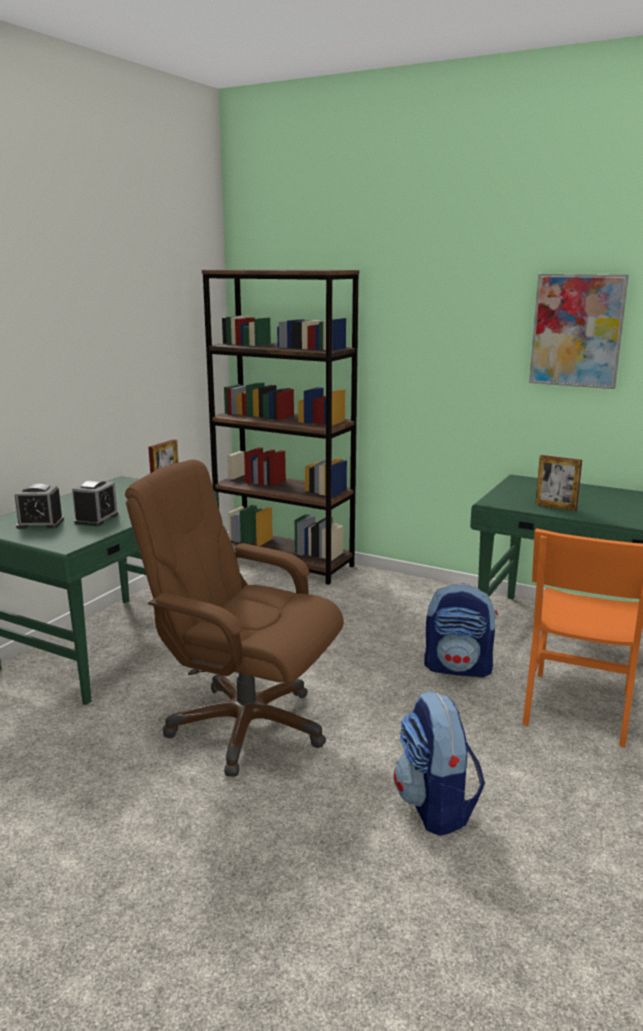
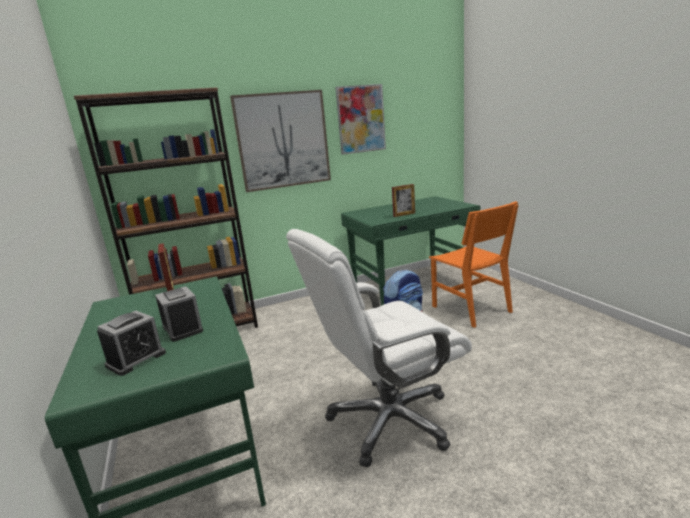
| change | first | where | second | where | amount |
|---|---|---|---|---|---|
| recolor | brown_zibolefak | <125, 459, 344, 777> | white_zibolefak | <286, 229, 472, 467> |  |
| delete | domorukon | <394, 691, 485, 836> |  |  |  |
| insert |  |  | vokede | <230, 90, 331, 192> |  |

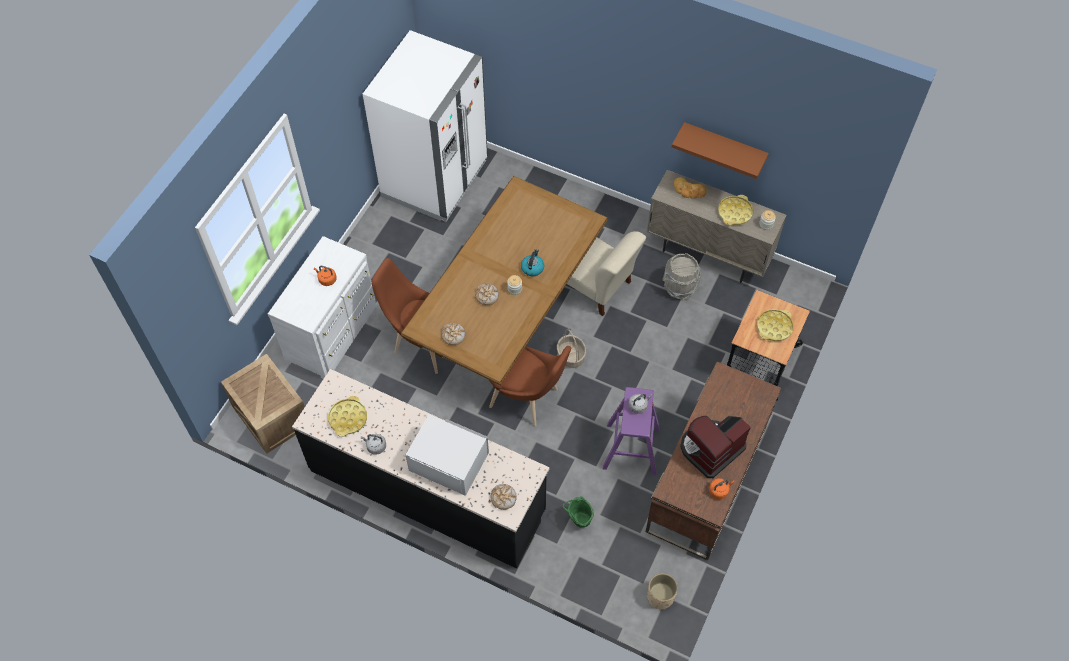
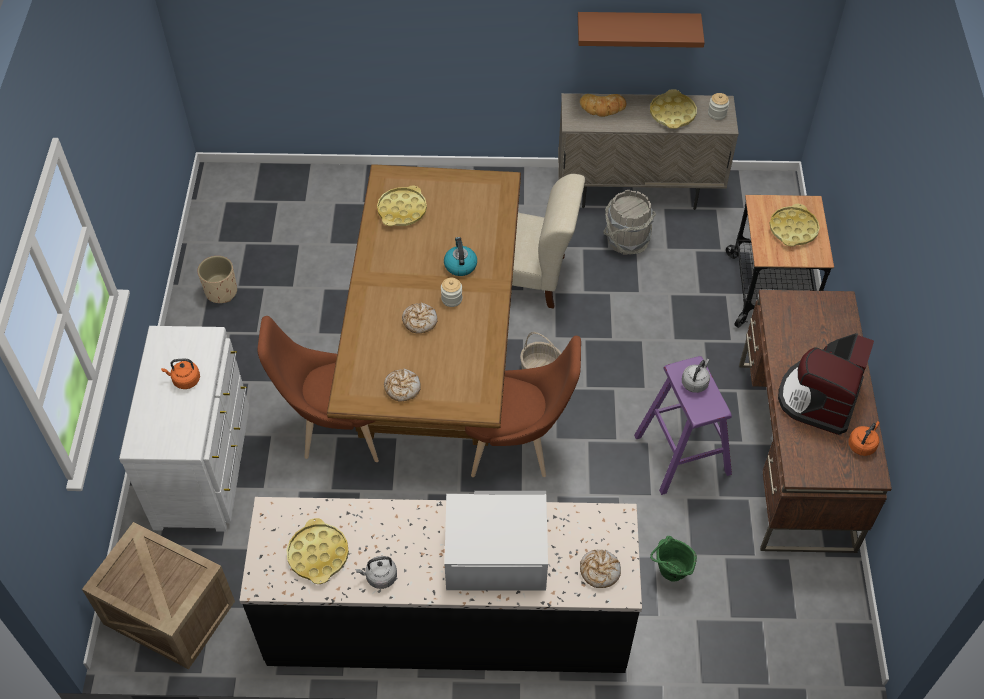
| change | first | where | second | where | amount |
|---|---|---|---|---|---|
| delete | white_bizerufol | <363, 30, 488, 222> |  |  |  |
| move | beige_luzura | <647, 573, 678, 610> |  | <198, 256, 237, 303> |  |
| insert |  |  | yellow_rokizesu | <377, 186, 427, 226> |  |

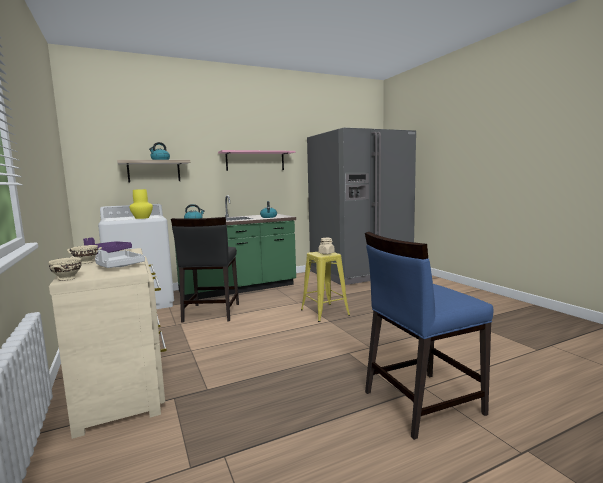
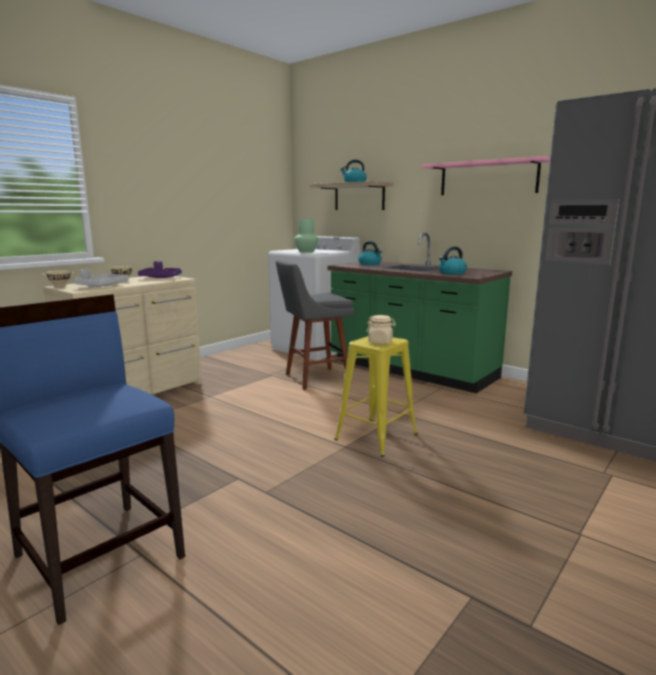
| change | first | where | second | where | amount |
|---|---|---|---|---|---|
| recolor | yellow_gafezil | <129, 189, 153, 219> | green_gafezil | <294, 219, 319, 253> |  |
| replace | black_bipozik | <171, 217, 239, 322> | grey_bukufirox | <276, 260, 355, 390> |  |

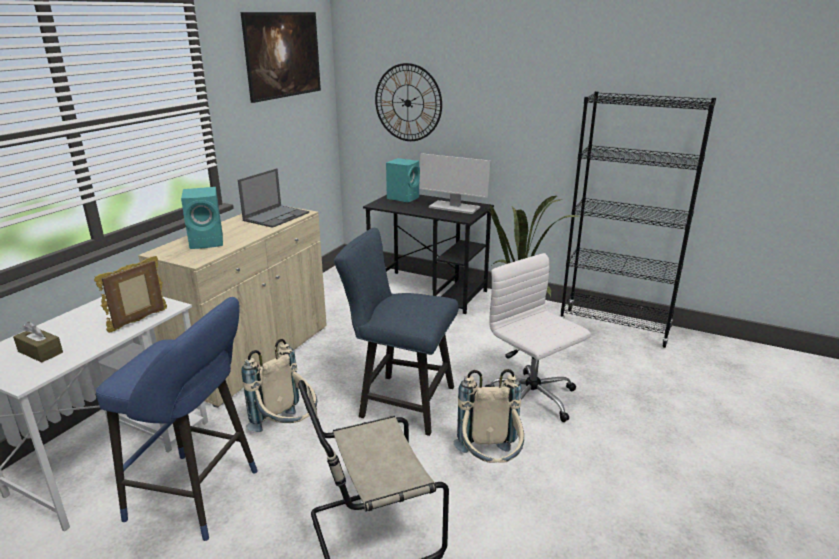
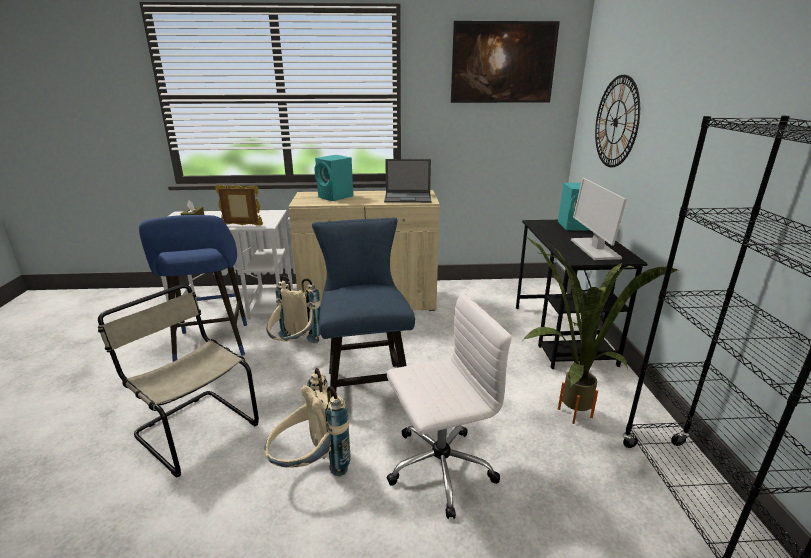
| change | first | where | second | where | amount |
|---|---|---|---|---|---|
| rotate | white_zibolefak | <485, 253, 591, 422> |  | <386, 293, 511, 519> | 45 degrees clockwise |

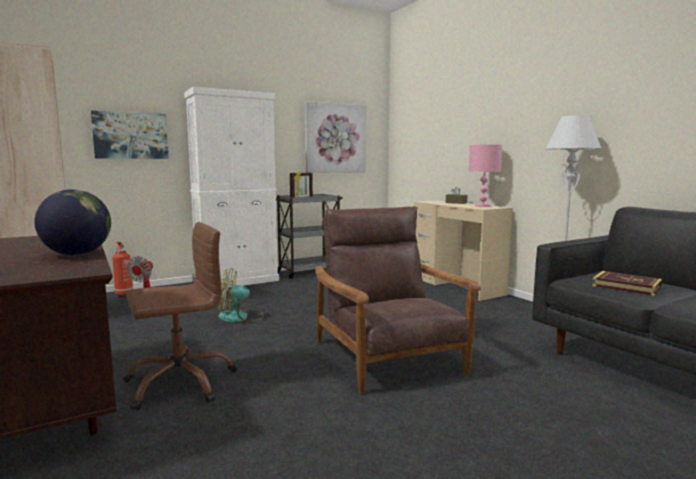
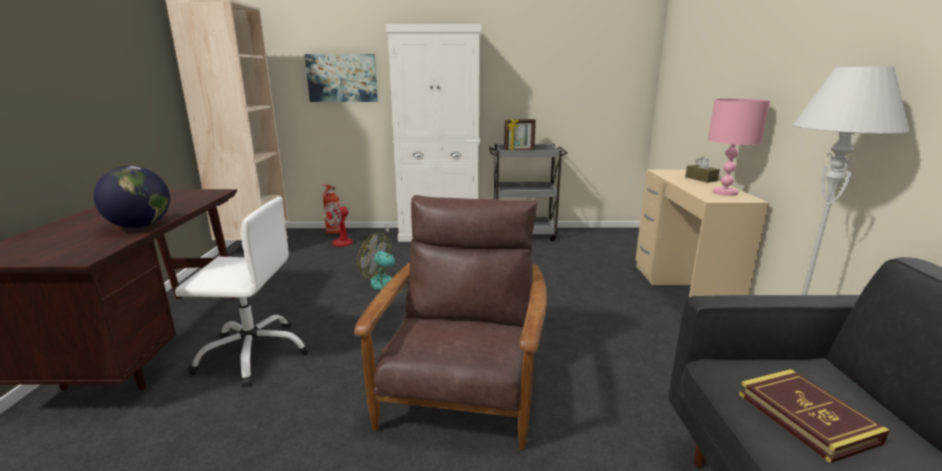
| change | first | where | second | where | amount |
|---|---|---|---|---|---|
| delete | vokede | <305, 101, 366, 173> |  |  |  |
| recolor | brown_zibolefak | <123, 222, 237, 411> | white_zibolefak | <175, 197, 310, 387> |  |

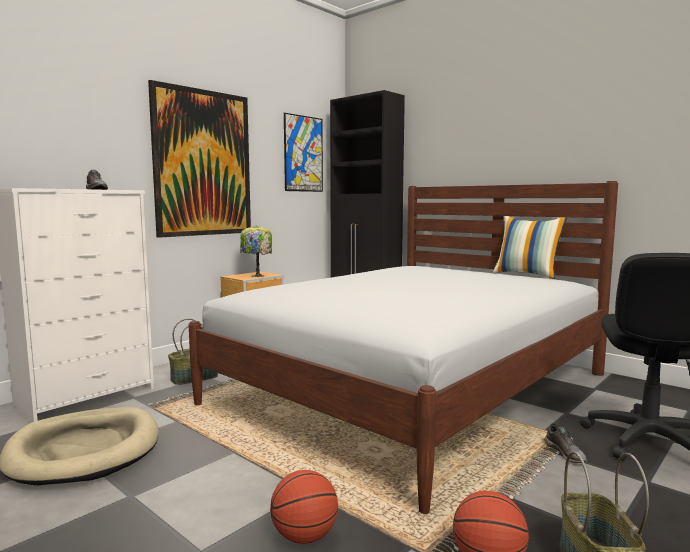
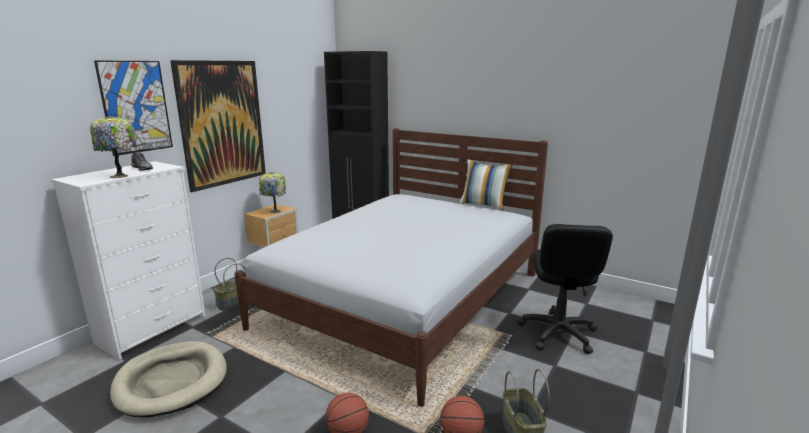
| change | first | where | second | where | amount |
|---|---|---|---|---|---|
| move | vokede | <284, 113, 323, 192> |  | <94, 61, 173, 156> |  |
| delete | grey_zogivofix | <545, 423, 587, 463> |  |  |  |
| insert |  |  | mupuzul | <90, 116, 137, 178> |  |

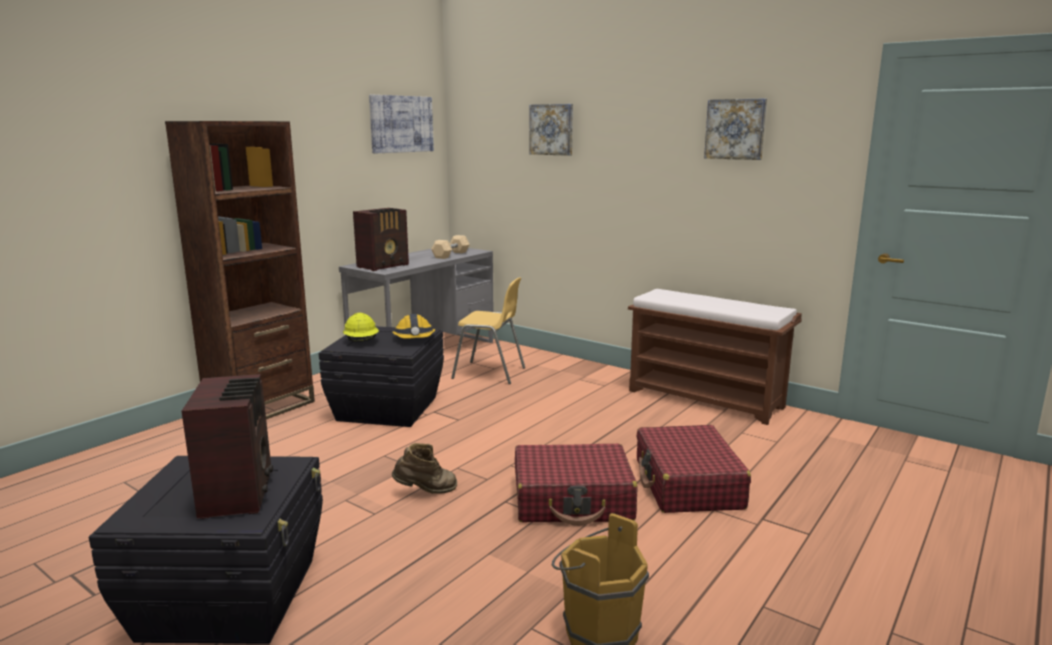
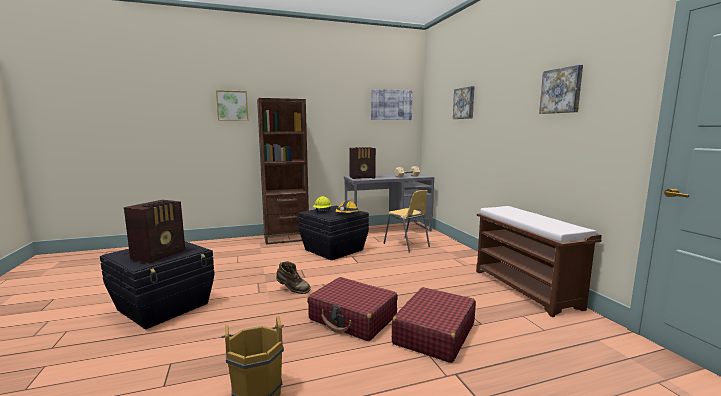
| change | first | where | second | where | amount |
|---|---|---|---|---|---|
| insert |  |  | vokede | <216, 90, 248, 121> |  |

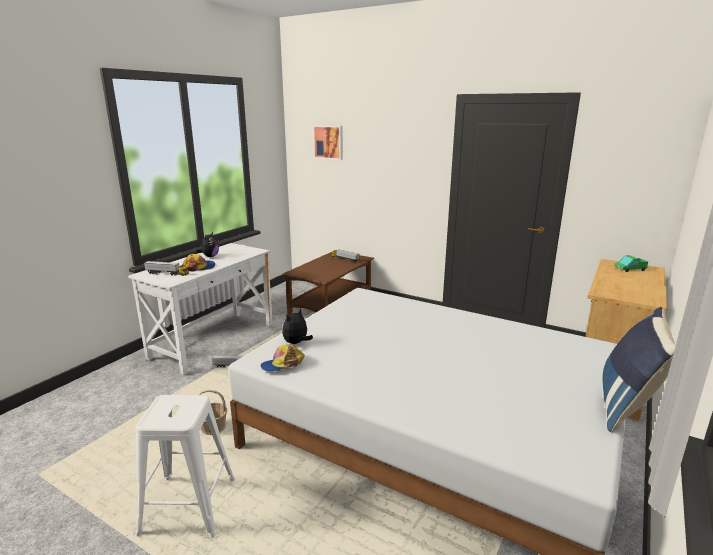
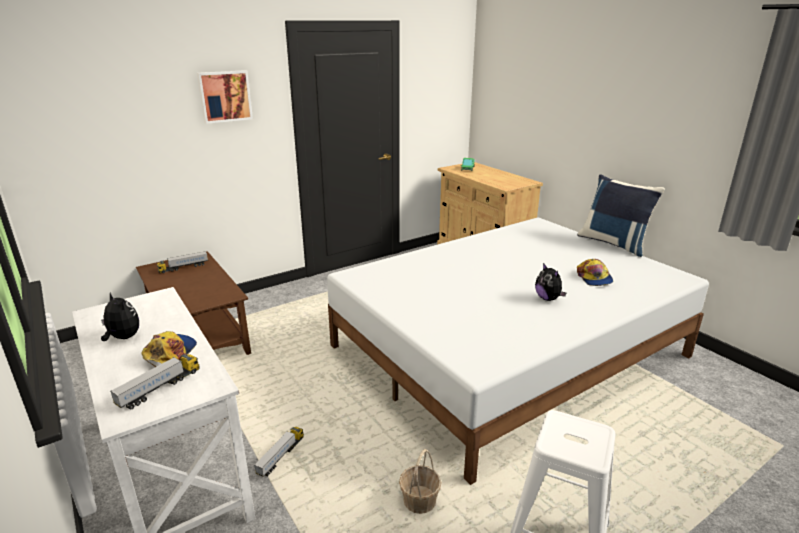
| change | first | where | second | where | amount |
|---|---|---|---|---|---|
| move | vokede | <313, 125, 343, 160> |  | <197, 70, 253, 124> |  |
| move | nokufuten | <282, 308, 313, 344> |  | <535, 263, 566, 301> |  |
| move | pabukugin | <261, 344, 305, 372> |  | <577, 259, 613, 286> |  |

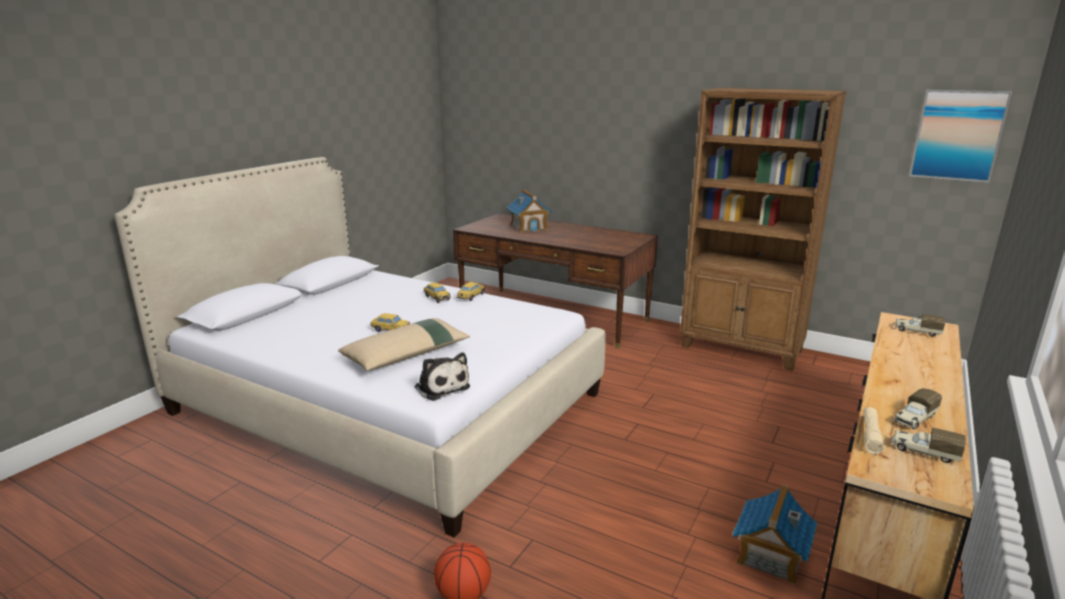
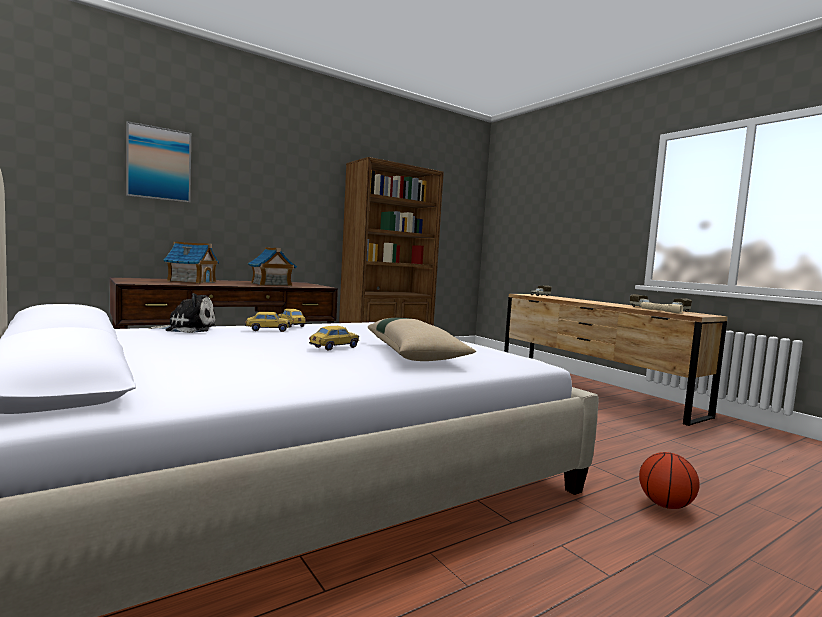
| change | first | where | second | where | amount |
|---|---|---|---|---|---|
| move | vokede | <909, 90, 1012, 183> |  | <126, 121, 191, 203> |  |
| move | nokufuten | <415, 352, 470, 401> |  | <149, 293, 216, 333> |  |
| move | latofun | <732, 484, 817, 585> |  | <248, 247, 297, 286> |  |

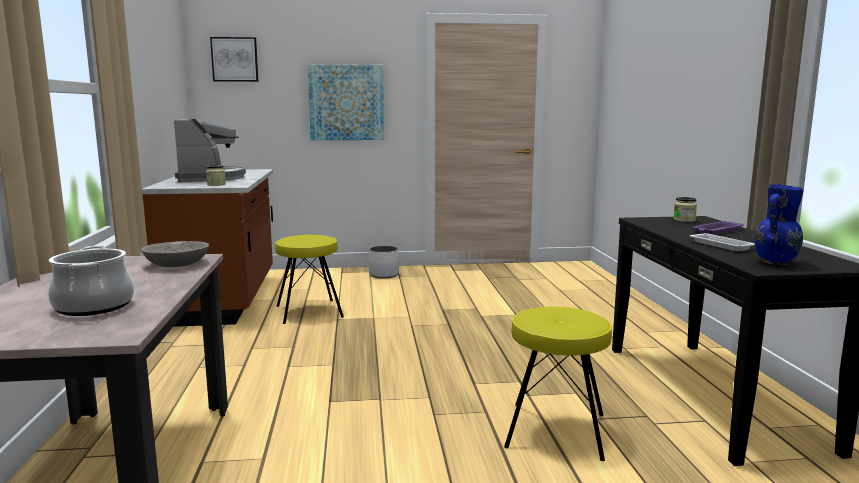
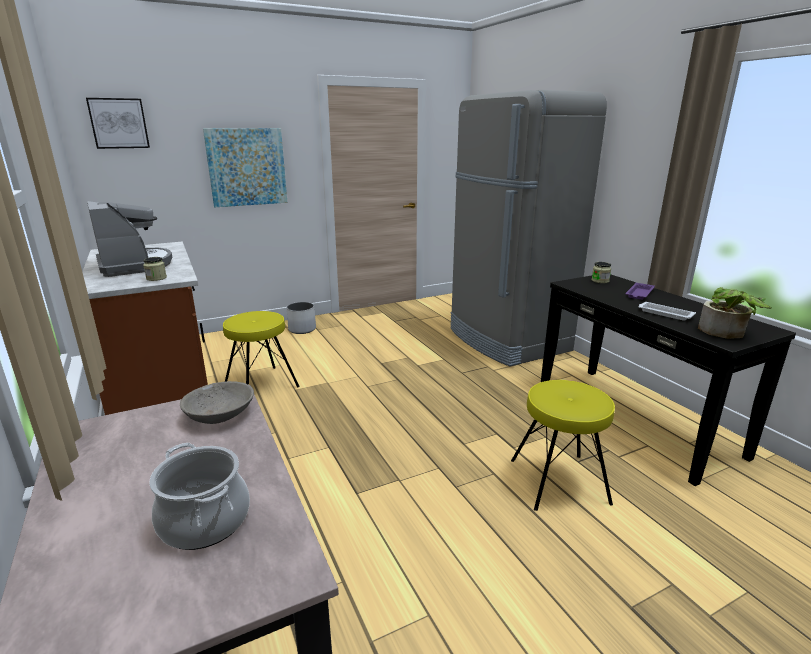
| change | first | where | second | where | amount |
|---|---|---|---|---|---|
| replace | blue_gafezil | <754, 184, 804, 265> | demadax | <698, 287, 772, 339> |  |
| insert |  |  | grey_bizerufol | <450, 90, 607, 366> |  |

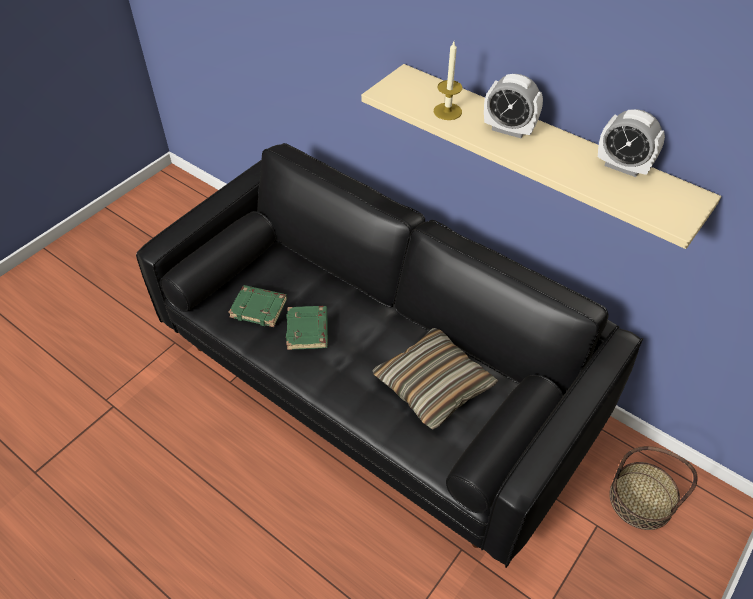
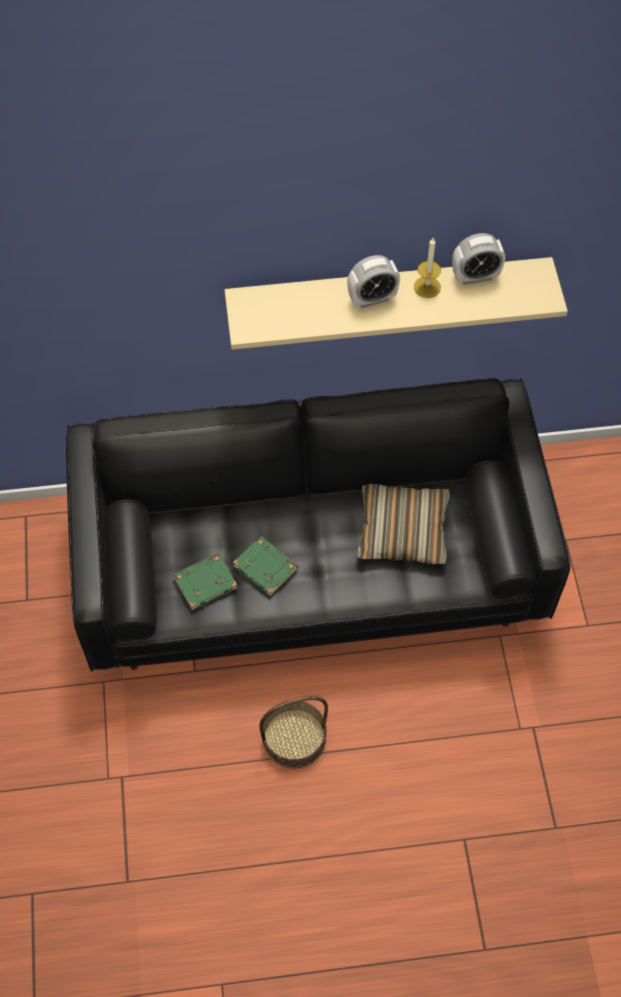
| change | first | where | second | where | amount |
|---|---|---|---|---|---|
| move | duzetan | <434, 42, 462, 120> |  | <414, 238, 441, 298> |  |
| move | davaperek | <609, 446, 698, 530> |  | <259, 696, 328, 769> |  |

